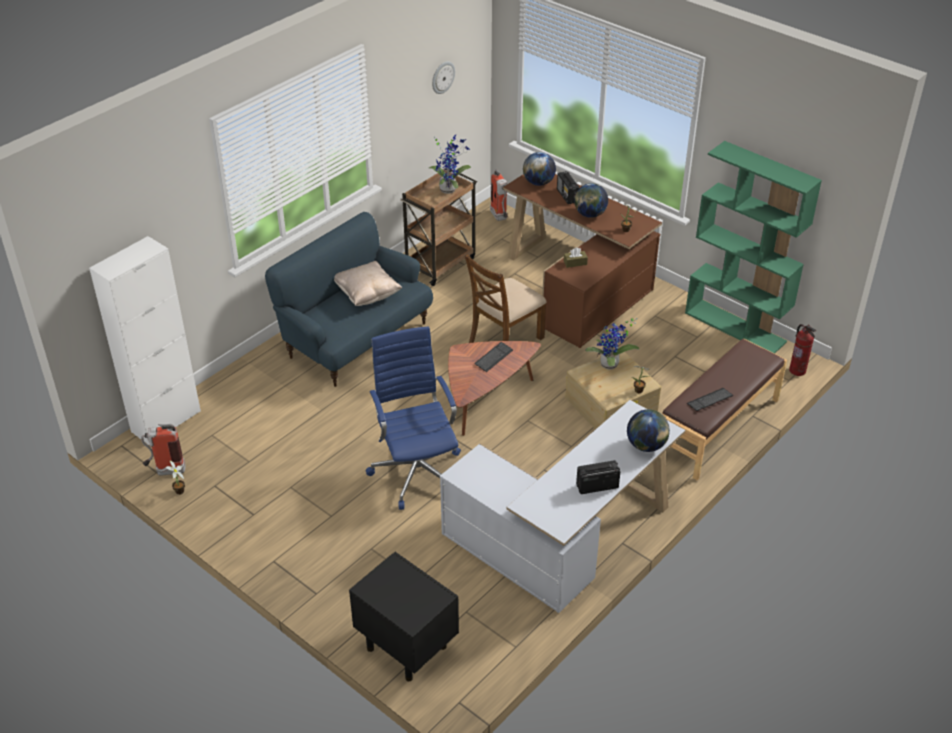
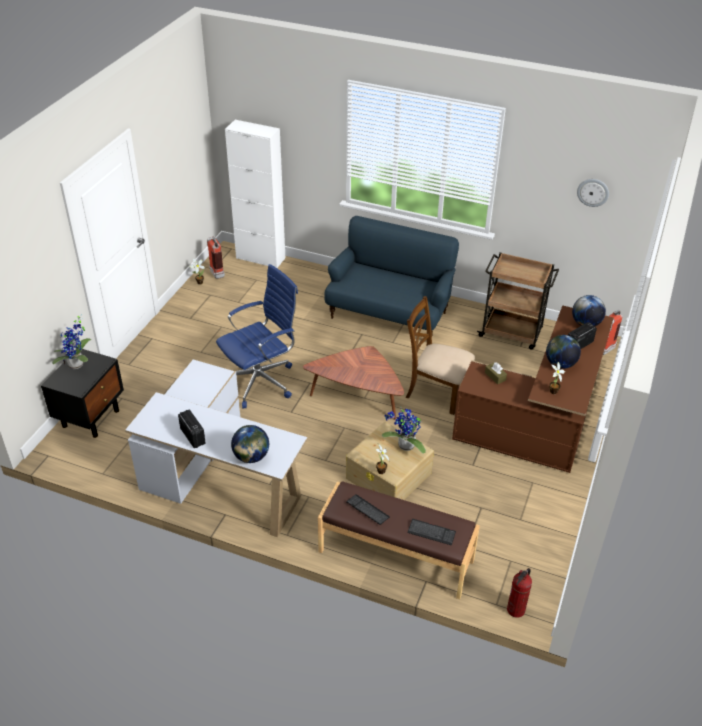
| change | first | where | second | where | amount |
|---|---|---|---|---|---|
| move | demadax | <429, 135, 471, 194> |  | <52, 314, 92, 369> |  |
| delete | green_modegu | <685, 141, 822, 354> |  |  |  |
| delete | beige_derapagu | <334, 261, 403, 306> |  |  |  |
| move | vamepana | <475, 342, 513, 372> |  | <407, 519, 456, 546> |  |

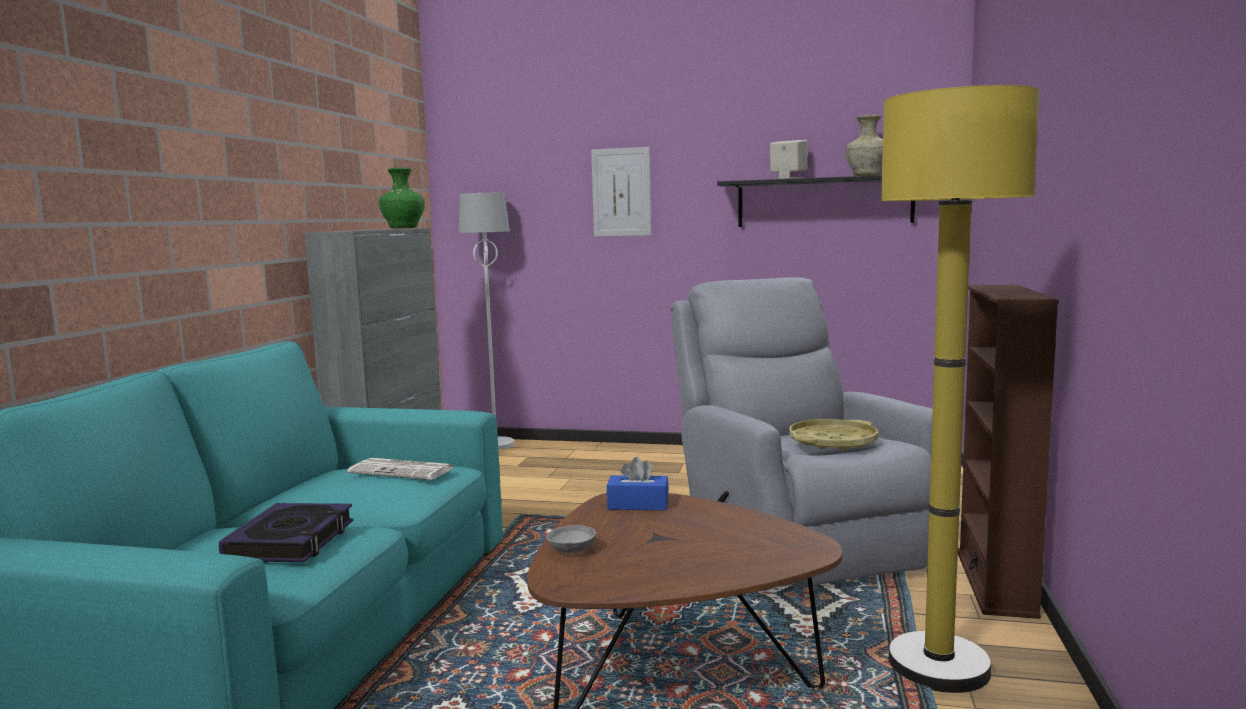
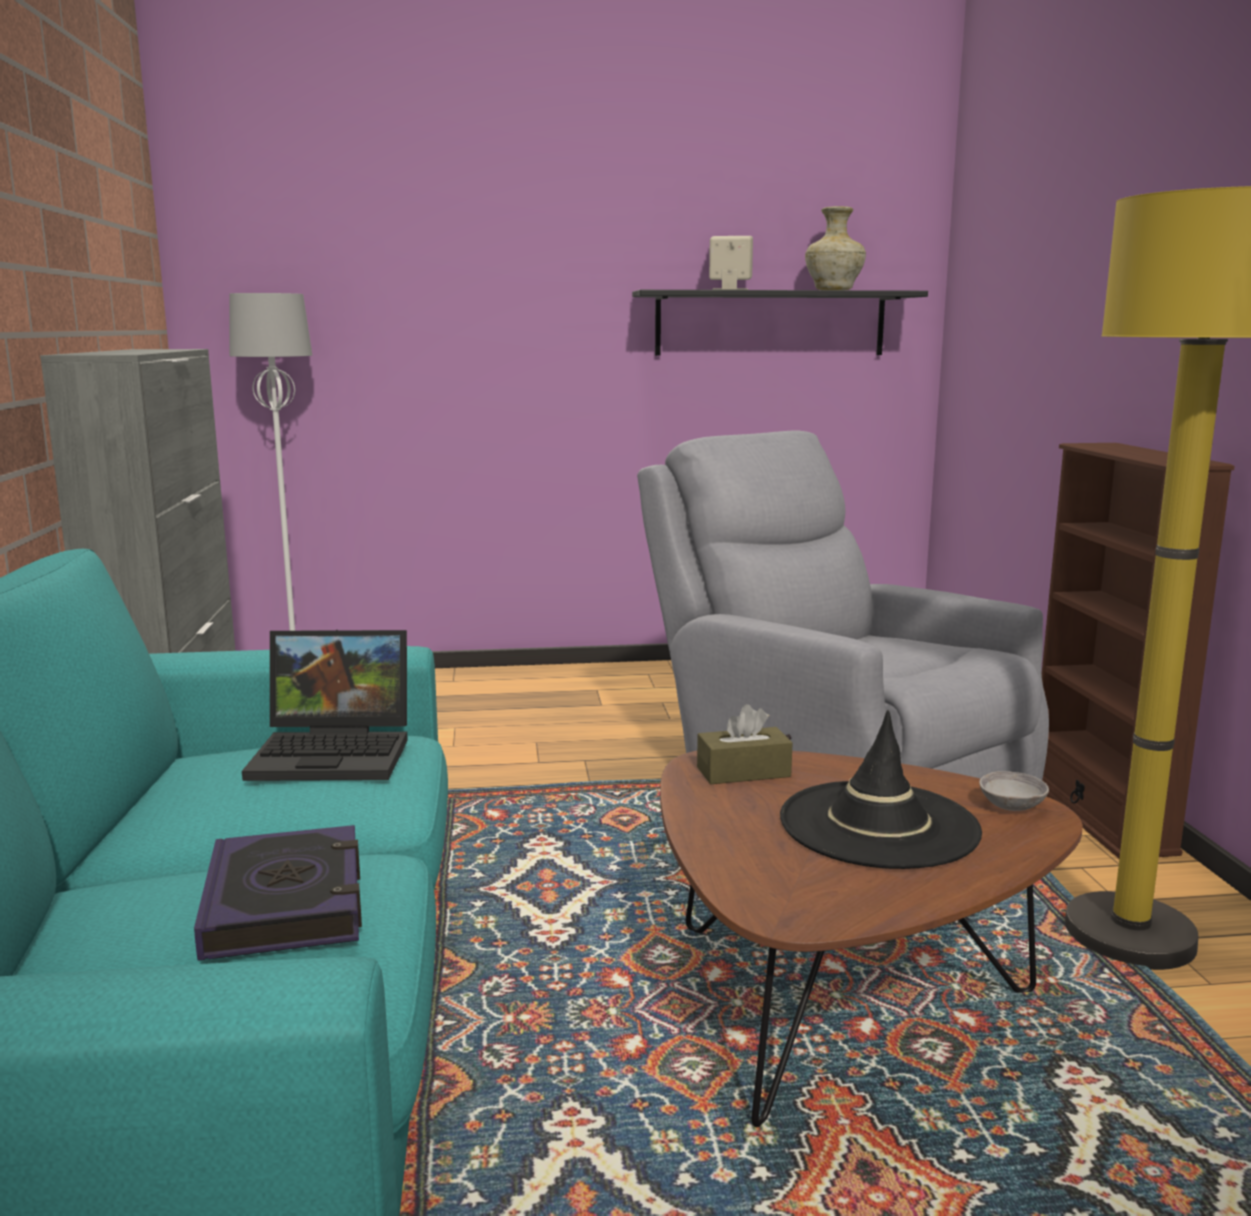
| change | first | where | second | where | amount |
|---|---|---|---|---|---|
| delete | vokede | <591, 147, 651, 237> |  |  |  |
| delete | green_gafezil | <379, 168, 425, 229> |  |  |  |
| delete | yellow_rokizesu | <789, 419, 878, 451> |  |  |  |
| recolor | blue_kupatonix | <607, 457, 669, 510> | brown_kupatonix | <697, 704, 793, 784> |  |
| replace | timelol | <347, 458, 454, 480> | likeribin | <242, 630, 408, 781> |  |
| move | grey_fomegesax | <546, 525, 596, 553> |  | <979, 771, 1049, 811> |  |
| insert |  |  | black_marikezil | <780, 710, 982, 869> |  |

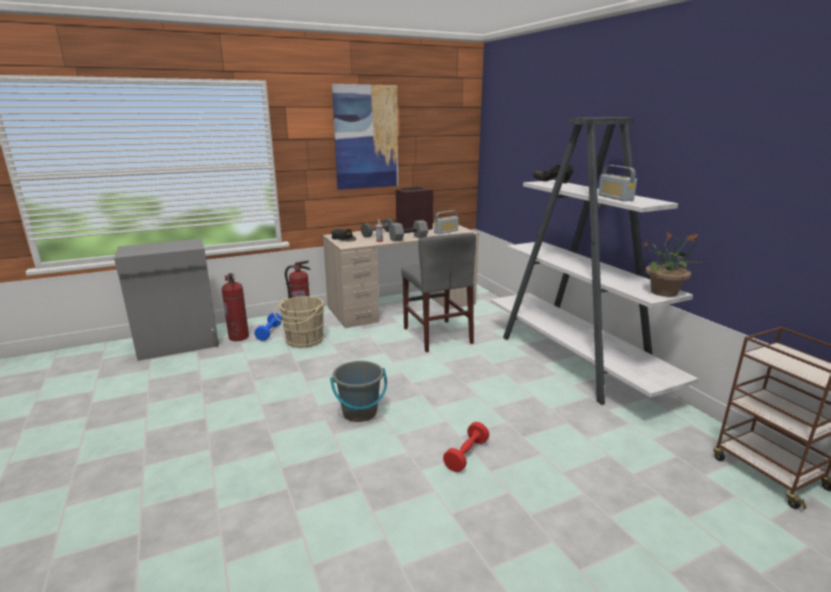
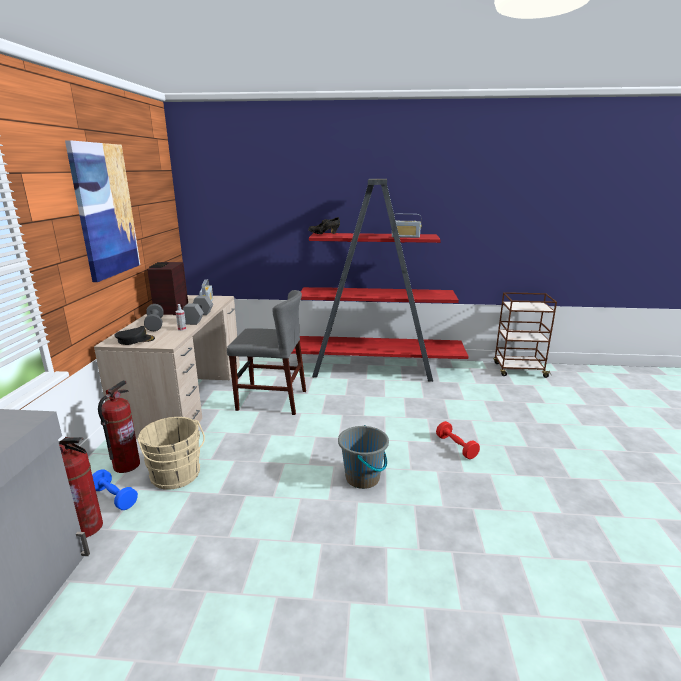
| change | first | where | second | where | amount |
|---|---|---|---|---|---|
| recolor | white_modegu | <491, 117, 698, 405> | red_modegu | <291, 179, 468, 382> |  |
| delete | demadax | <642, 232, 704, 297> |  |  |  |

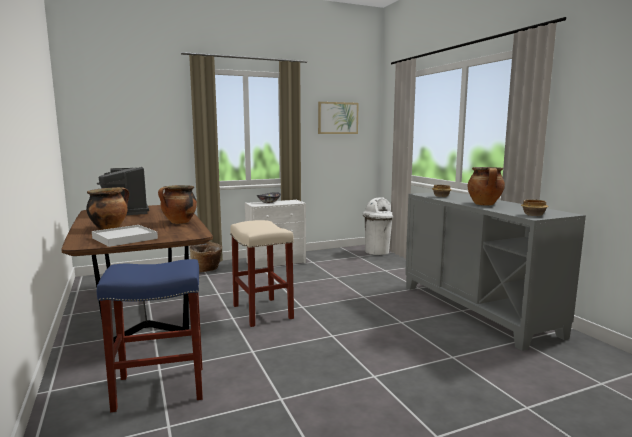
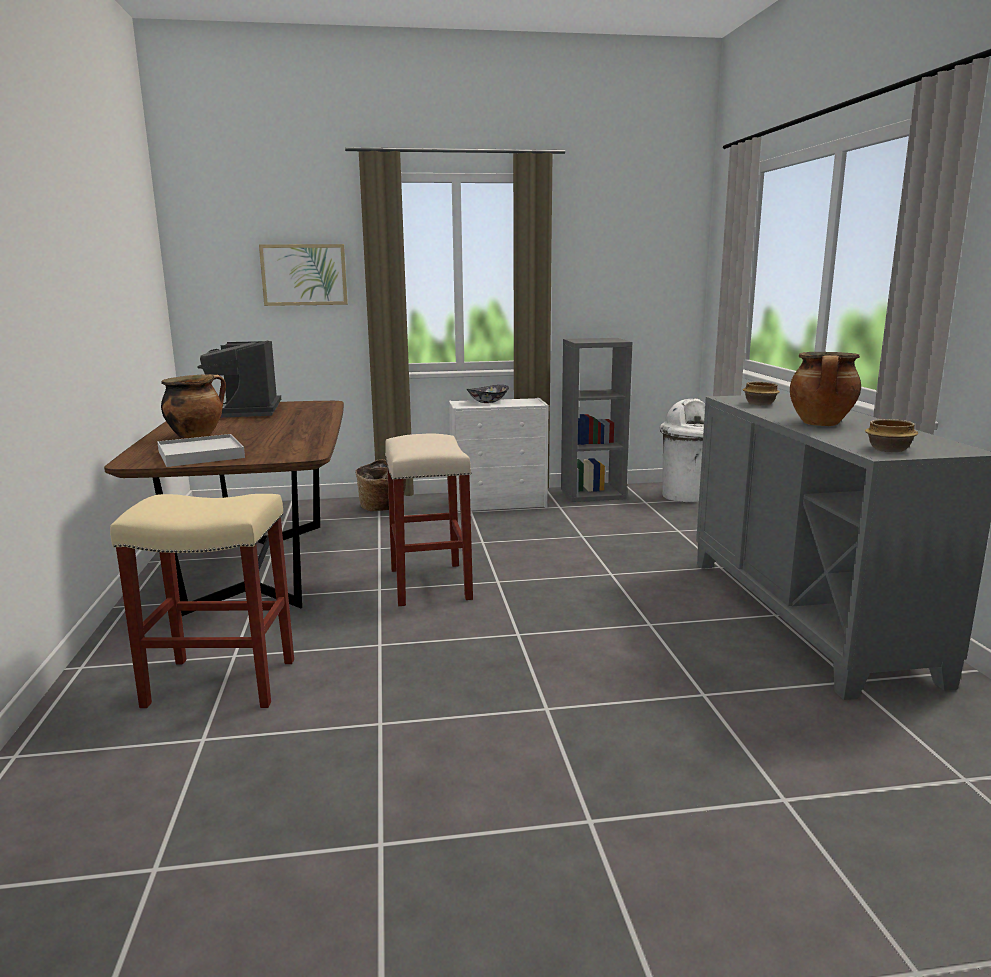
| change | first | where | second | where | amount |
|---|---|---|---|---|---|
| move | vokede | <318, 102, 359, 134> |  | <259, 244, 348, 306> |  |
| delete | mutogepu | <158, 185, 197, 224> |  |  |  |
| recolor | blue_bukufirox | <97, 259, 203, 412> | beige_bukufirox | <110, 494, 294, 708> |  |
| insert |  |  | grey_modegu | <561, 338, 632, 502> |  |

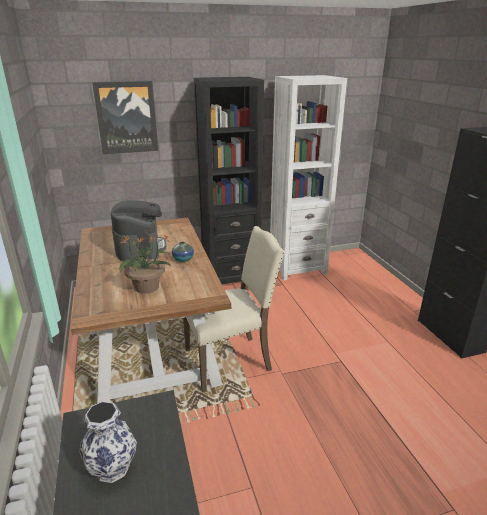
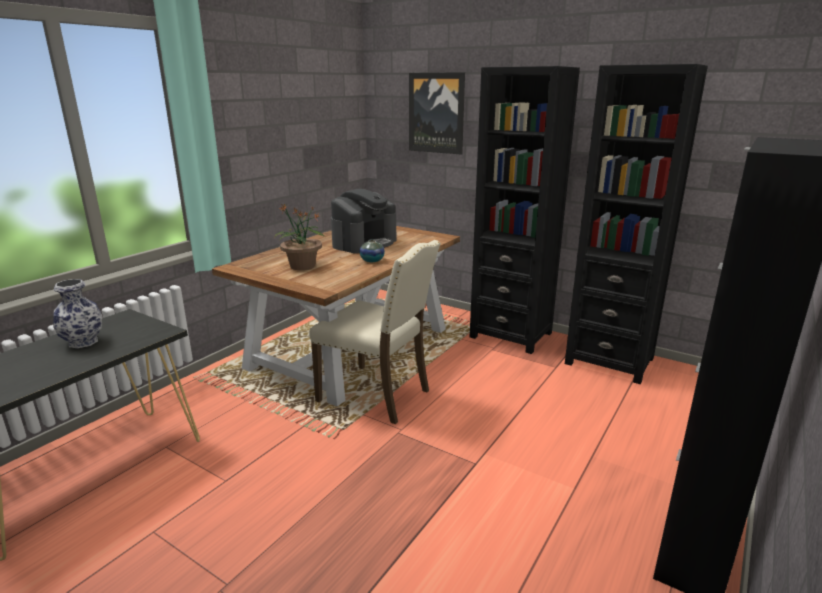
| change | first | where | second | where | amount |
|---|---|---|---|---|---|
| recolor | white_modegu | <270, 75, 347, 281> | black_modegu | <565, 64, 708, 384> |  |

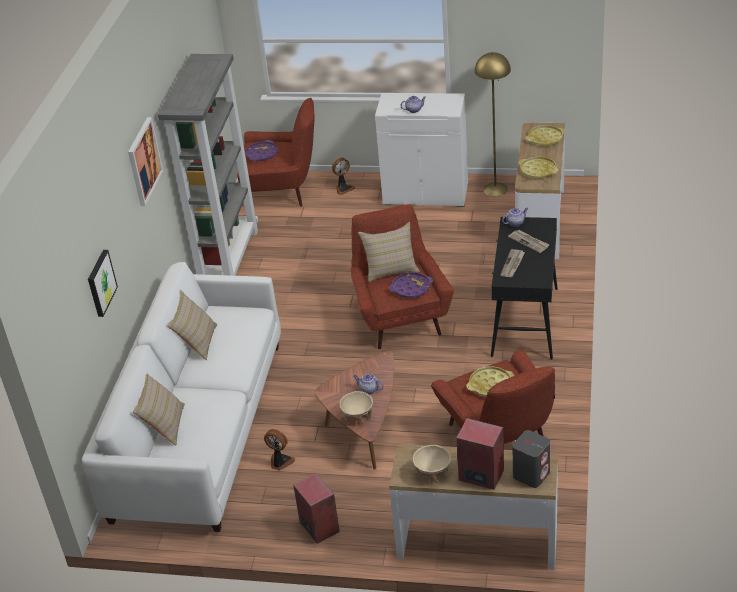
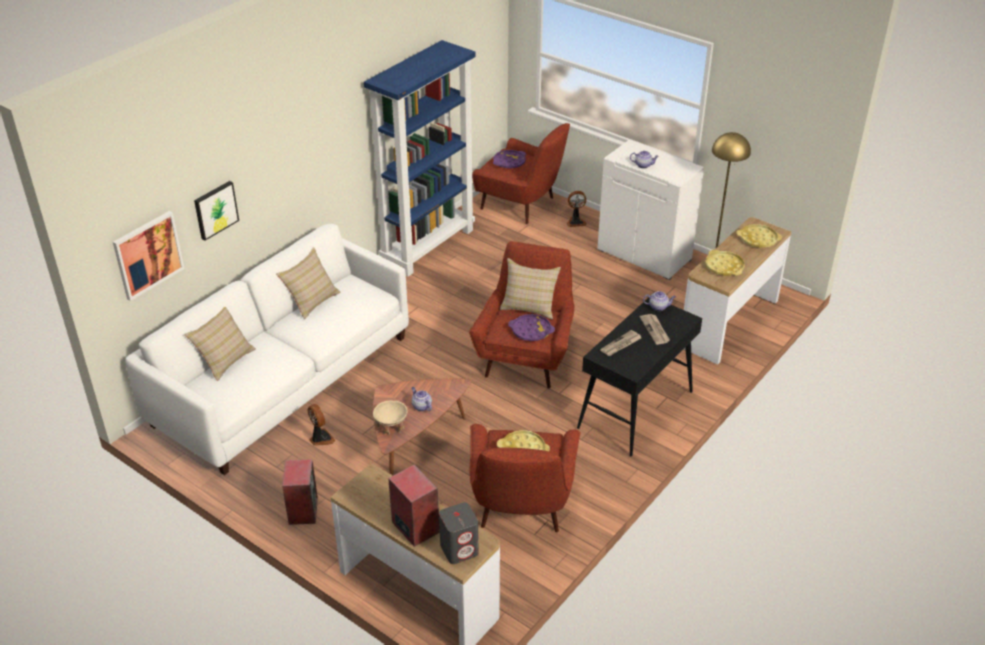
| change | first | where | second | where | amount |
|---|---|---|---|---|---|
| recolor | grey_modegu | <158, 54, 258, 276> | blue_modegu | <364, 40, 475, 277> |  |
| move | vokede | <128, 117, 163, 206> |  | <113, 211, 185, 301> |  |
| delete | beige_fomegesax | <413, 445, 451, 484> |  |  |  |

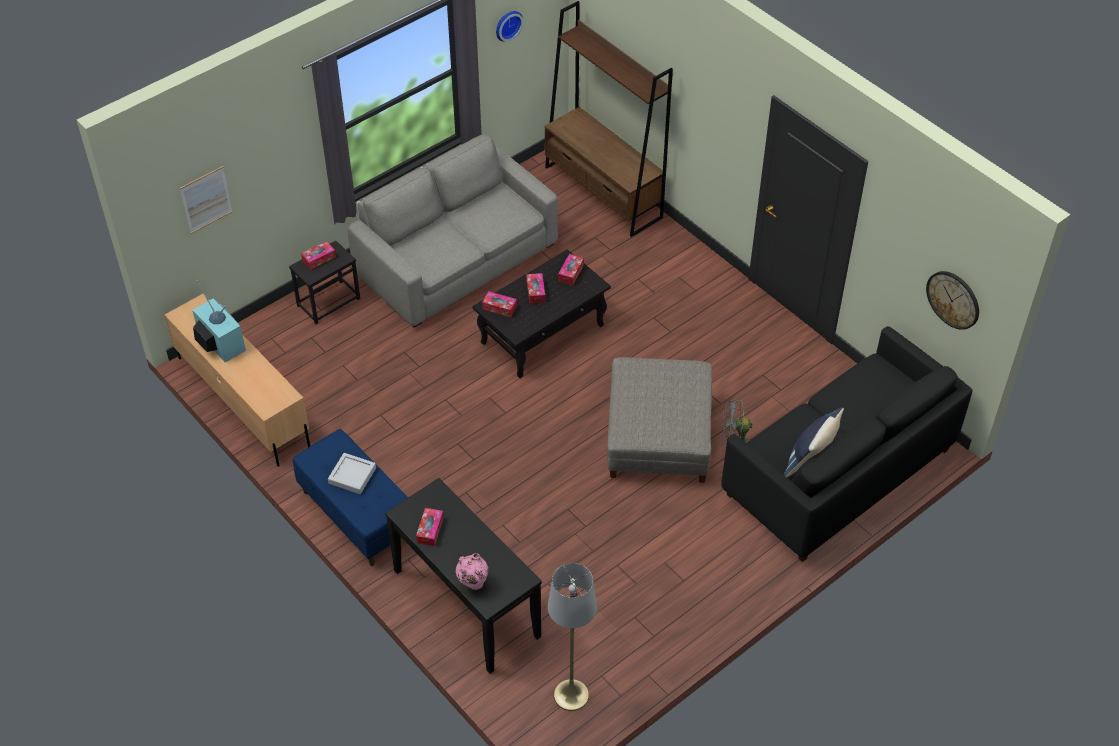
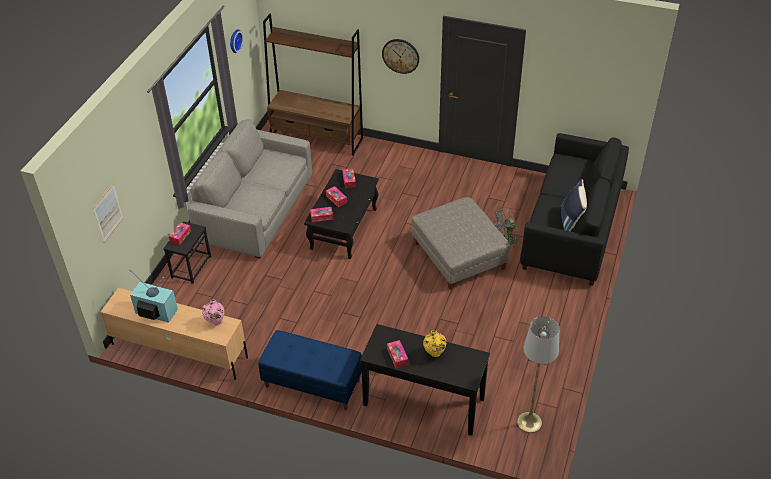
| change | first | where | second | where | amount |
|---|---|---|---|---|---|
| move | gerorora | <926, 271, 979, 330> |  | <382, 39, 419, 74> |  |
| delete | grey_rokizesu | <328, 453, 376, 494> |  |  |  |
| move | pink_gafezil | <455, 553, 488, 590> |  | <202, 299, 224, 326> |  |
| insert |  |  | yellow_gafezil | <423, 330, 446, 357> |  |

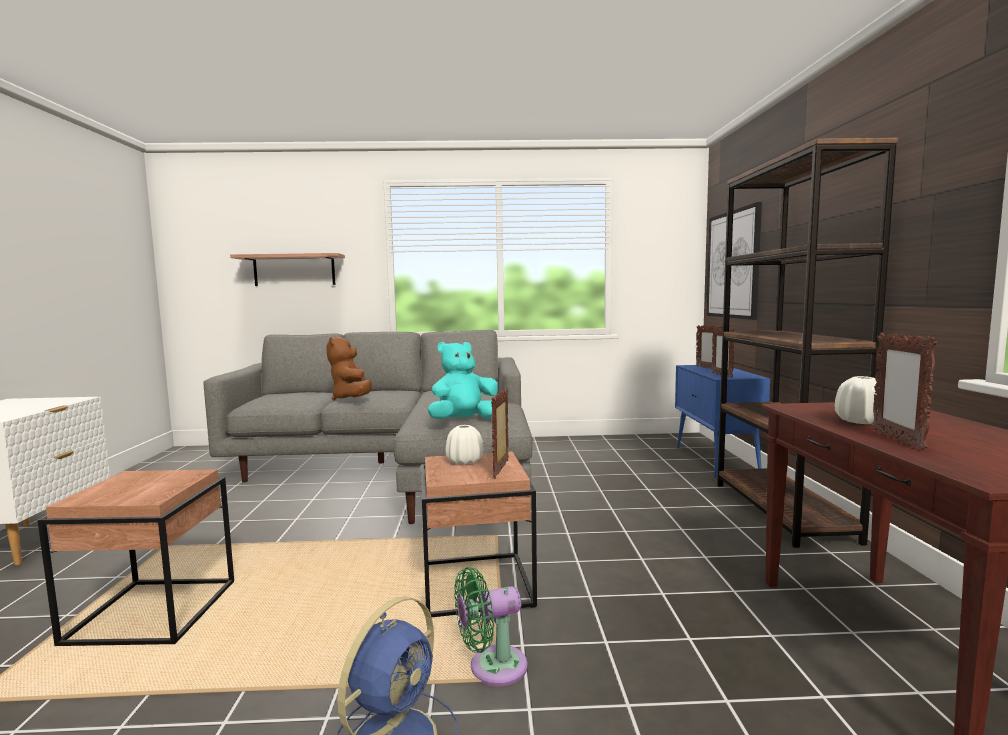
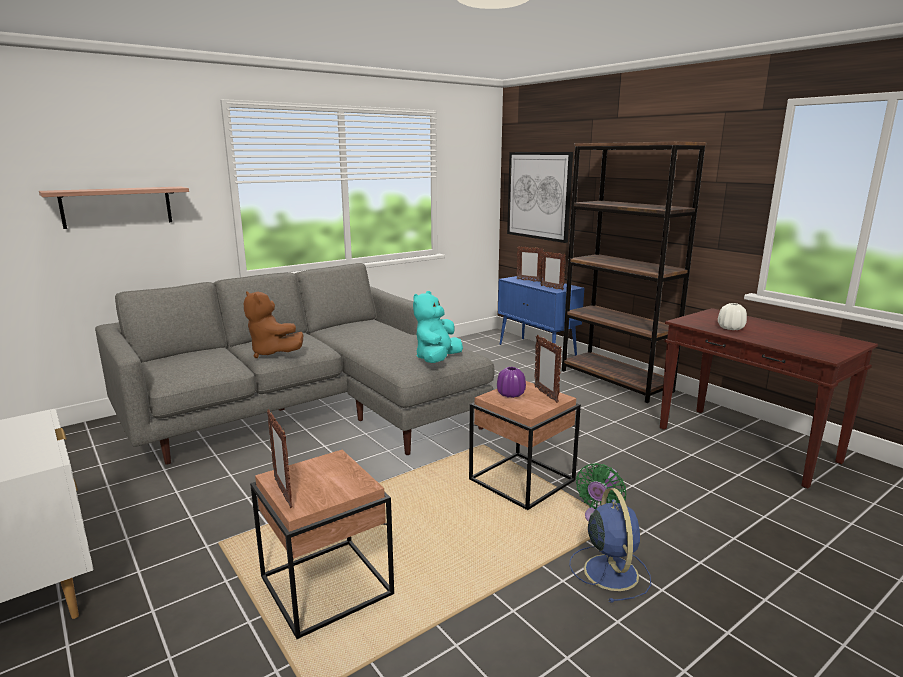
| change | first | where | second | where | amount |
|---|---|---|---|---|---|
| move | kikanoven | <872, 332, 937, 450> |  | <267, 409, 293, 508> |  |
| recolor | white_gafezil | <446, 425, 484, 465> | purple_gafezil | <497, 367, 526, 398> |  |

